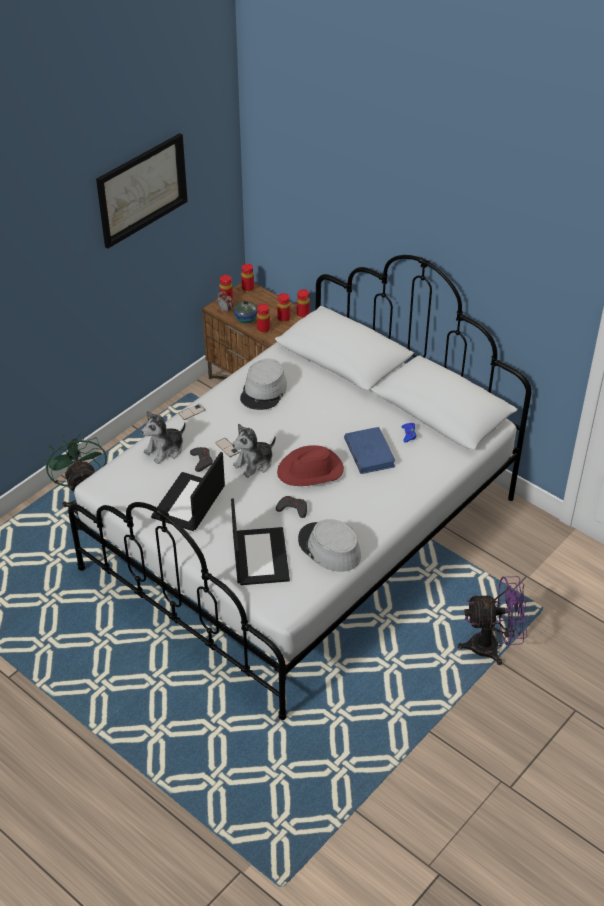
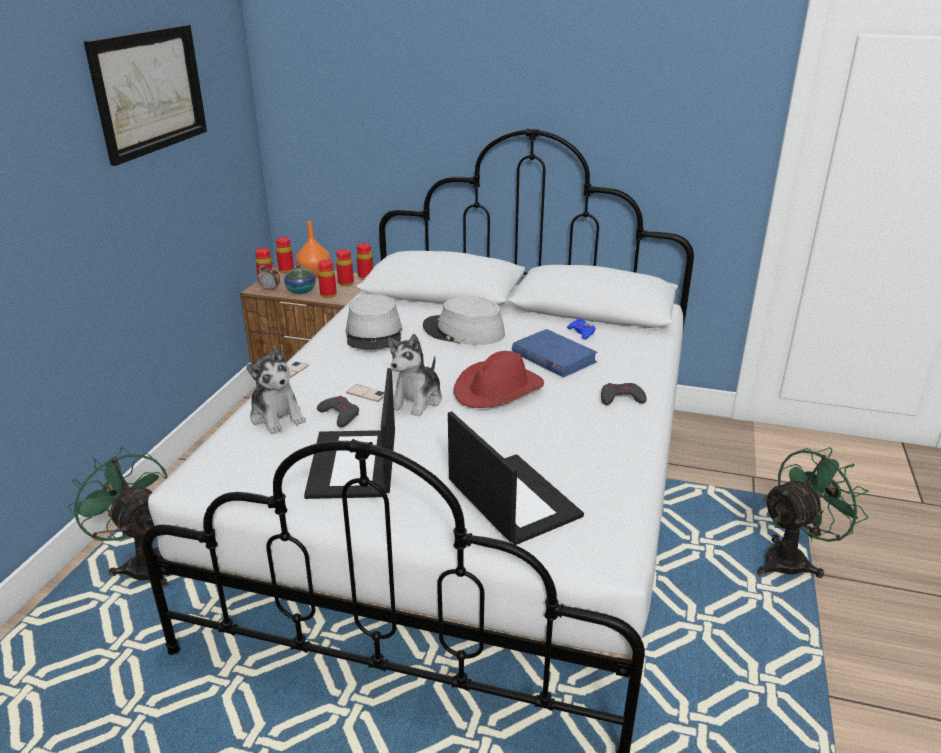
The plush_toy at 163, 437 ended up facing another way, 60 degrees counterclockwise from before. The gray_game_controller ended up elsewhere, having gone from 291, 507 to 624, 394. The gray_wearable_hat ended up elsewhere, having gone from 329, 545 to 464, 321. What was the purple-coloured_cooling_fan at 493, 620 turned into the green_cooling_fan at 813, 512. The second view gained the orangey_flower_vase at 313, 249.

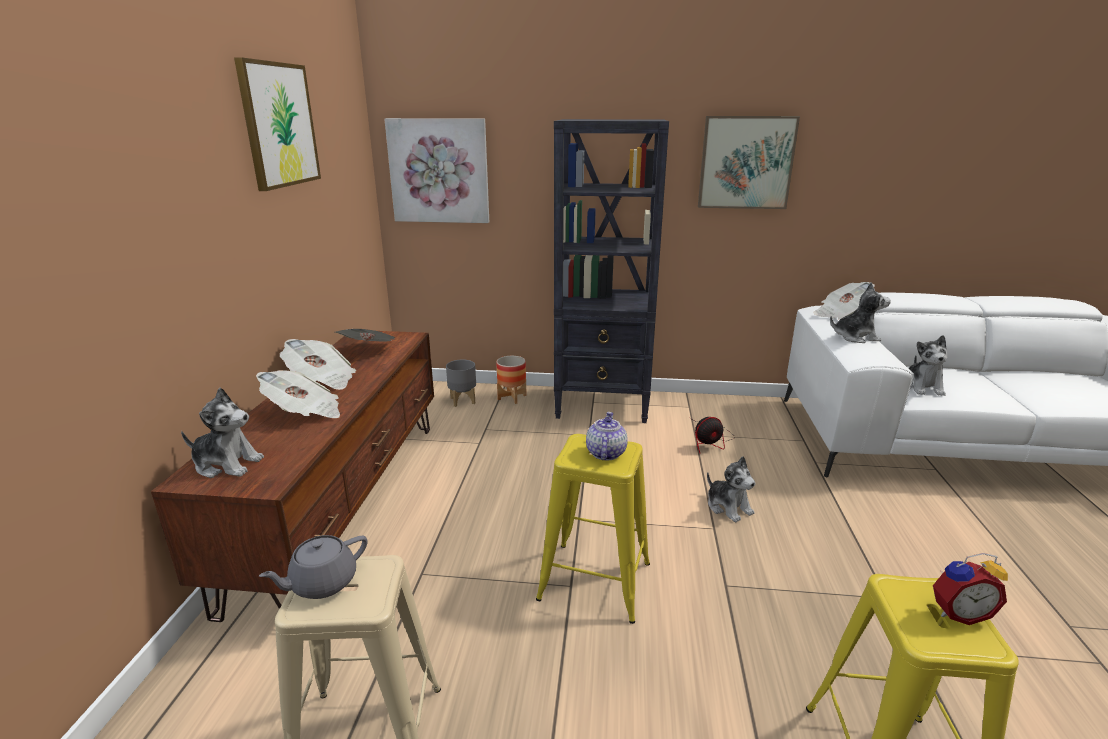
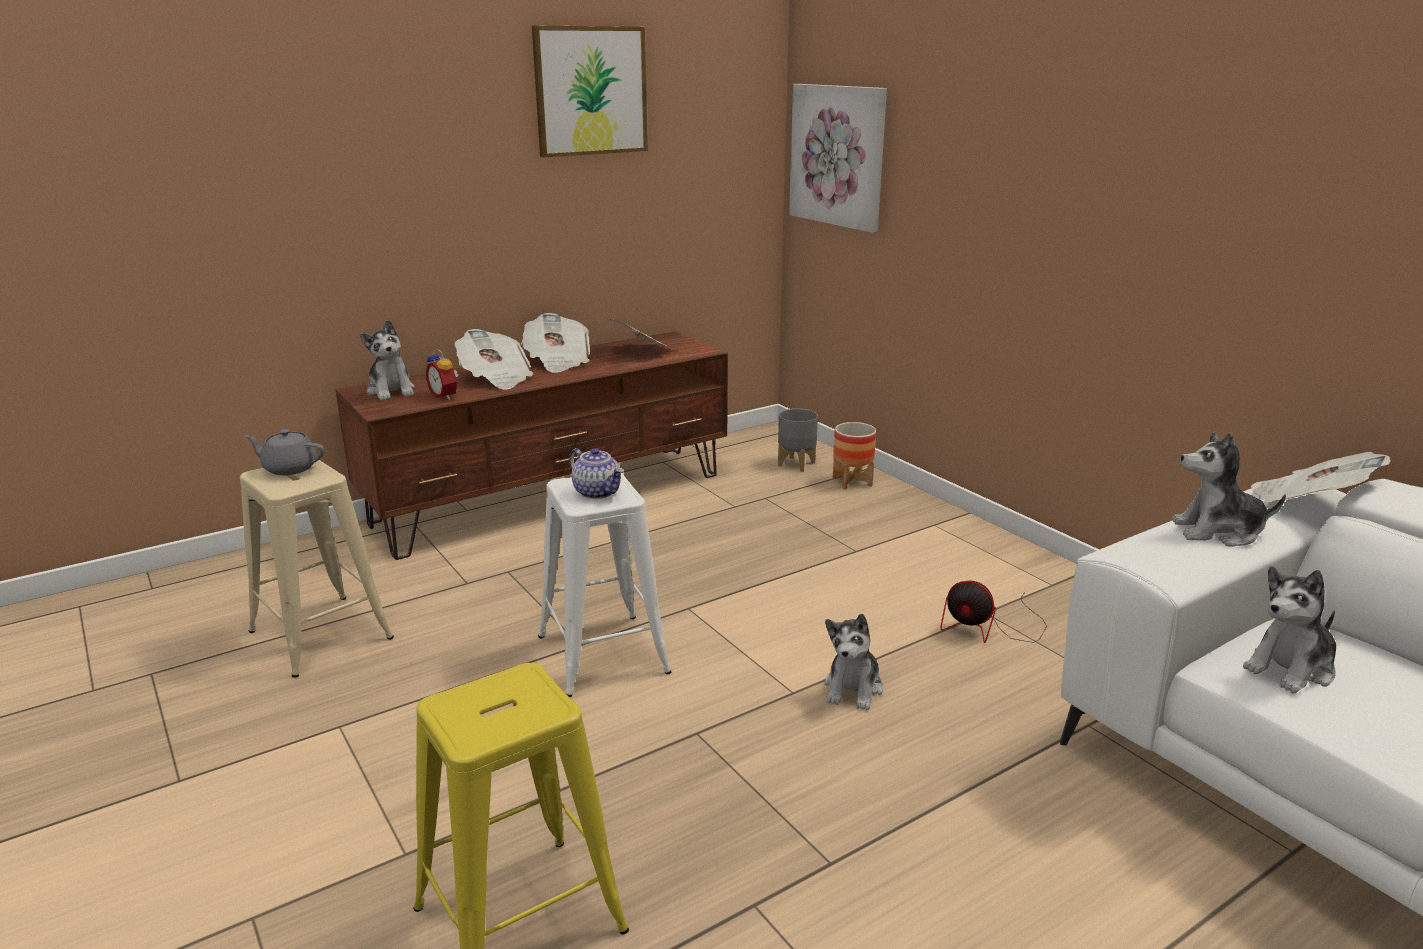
What was the yellow-coloured_stool_seat at 593, 529 turned into the white-coloured_stool_seat at 604, 585. The second view lost the black_bookcase at 611, 271. The pot_for_tea at 607, 436 ended up facing another way, 75 degrees clockwise from before. The second view lost the wall_art at 749, 162. The plush_toy at 860, 312 ended up facing another way, 135 degrees clockwise from before. The bedside_clock ended up elsewhere, having gone from 970, 589 to 442, 374.

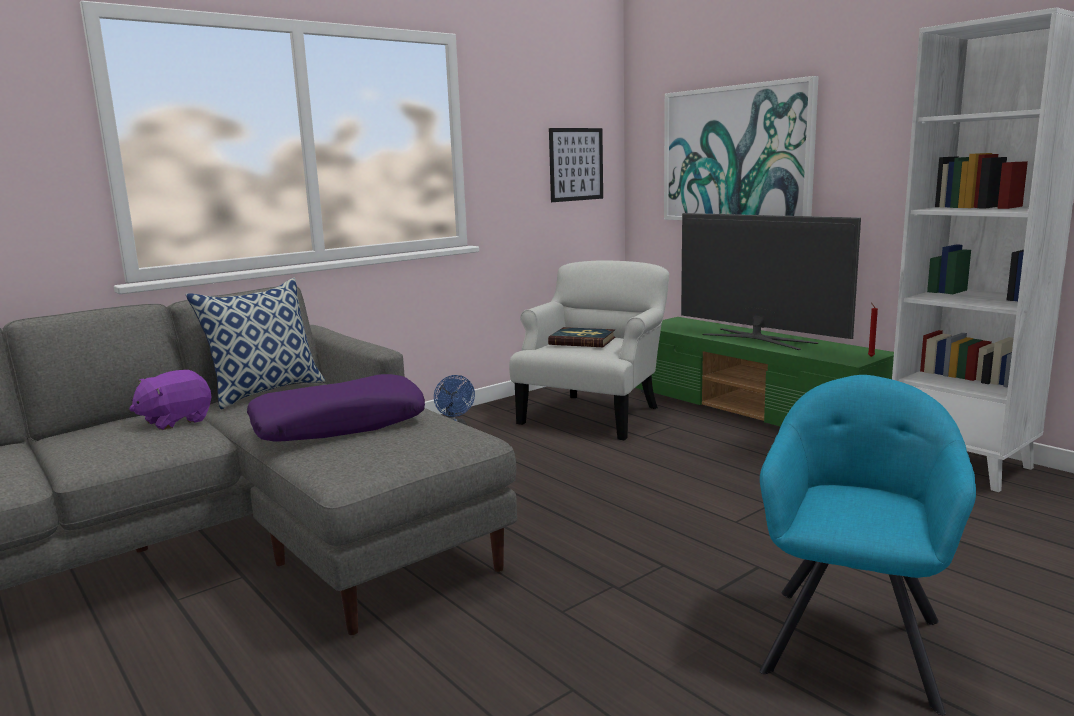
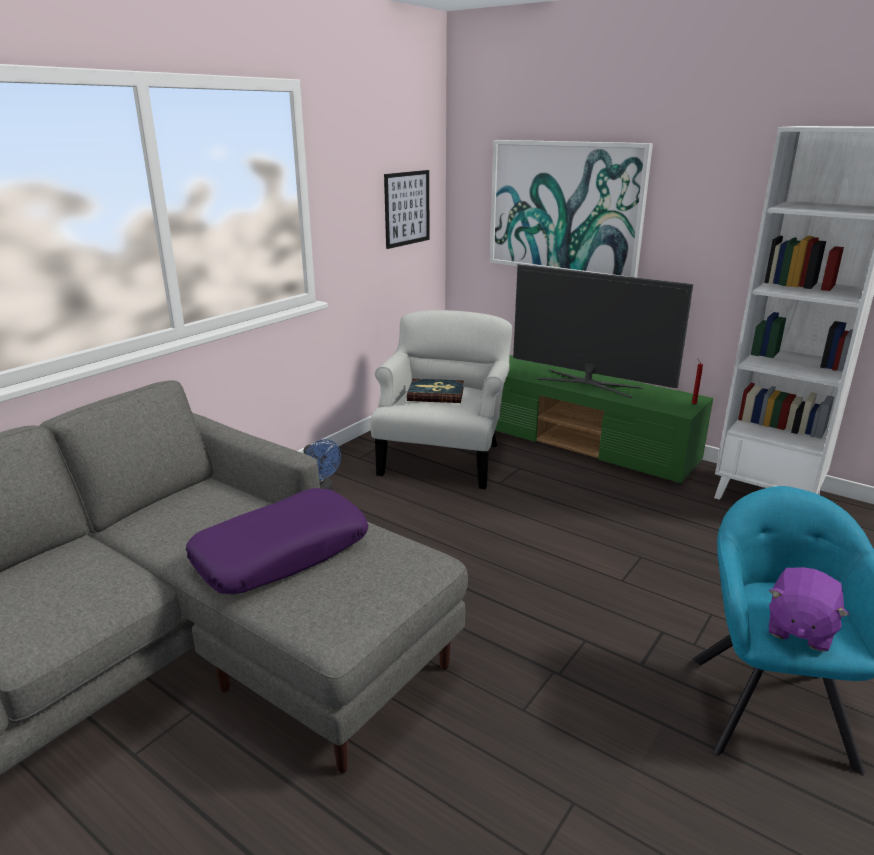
The purple-coloured_plush_toy ended up elsewhere, having gone from 170, 400 to 809, 609. The second view lost the pillow at 256, 343.

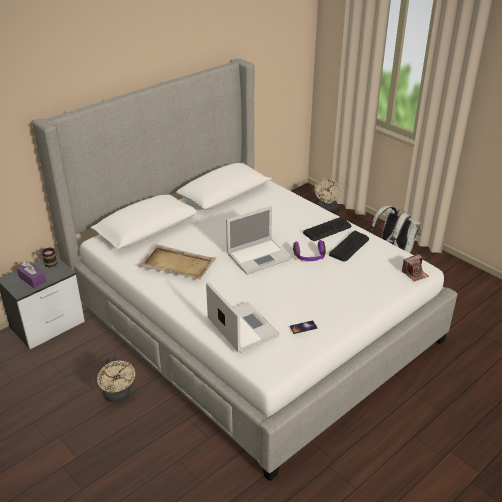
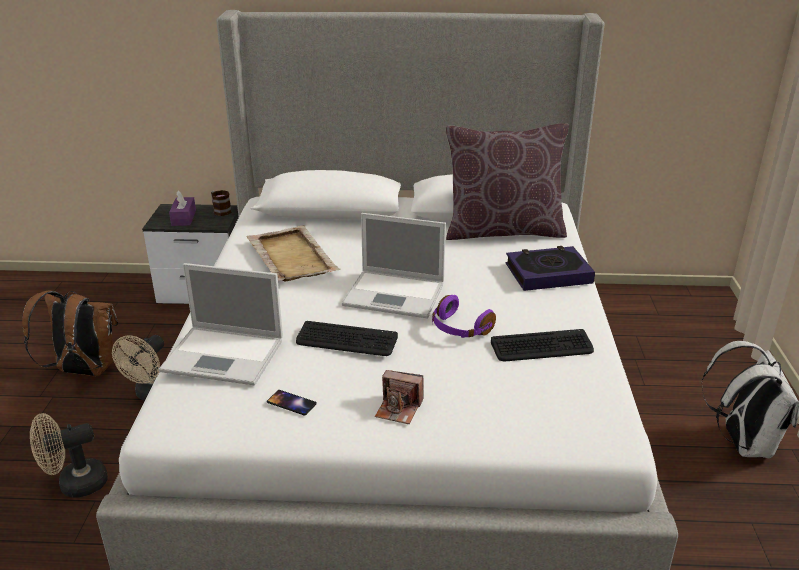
The notebook_computer at 242, 317 ended up facing another way, 90 degrees clockwise from before. The computer_keyboard ended up elsewhere, having gone from 327, 229 to 347, 338. The beige-coloured_cooling_fan ended up elsewhere, having gone from 327, 195 to 69, 455. The still_camera ended up elsewhere, having gone from 415, 267 to 399, 397. The second view gained the brown_backpack at 70, 333. The second view gained the brown_pillow at 507, 181. The second view gained the book at 550, 268.

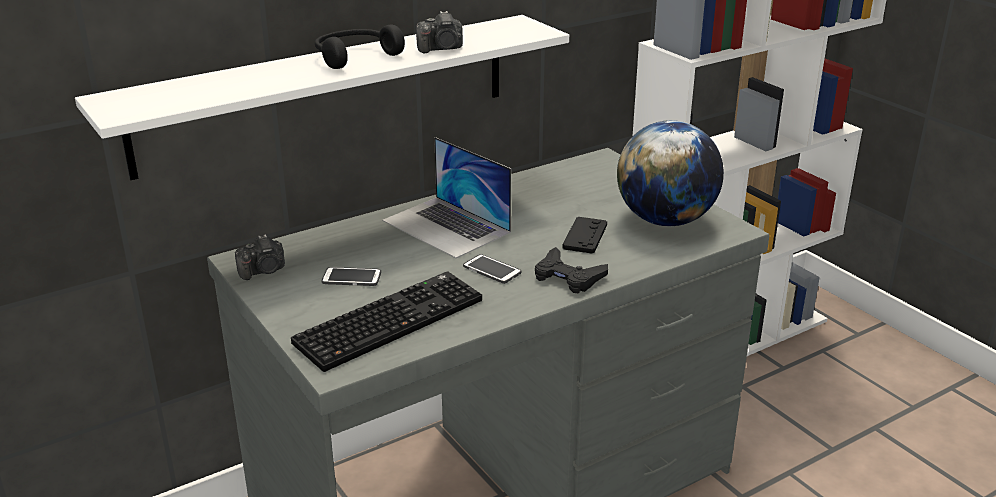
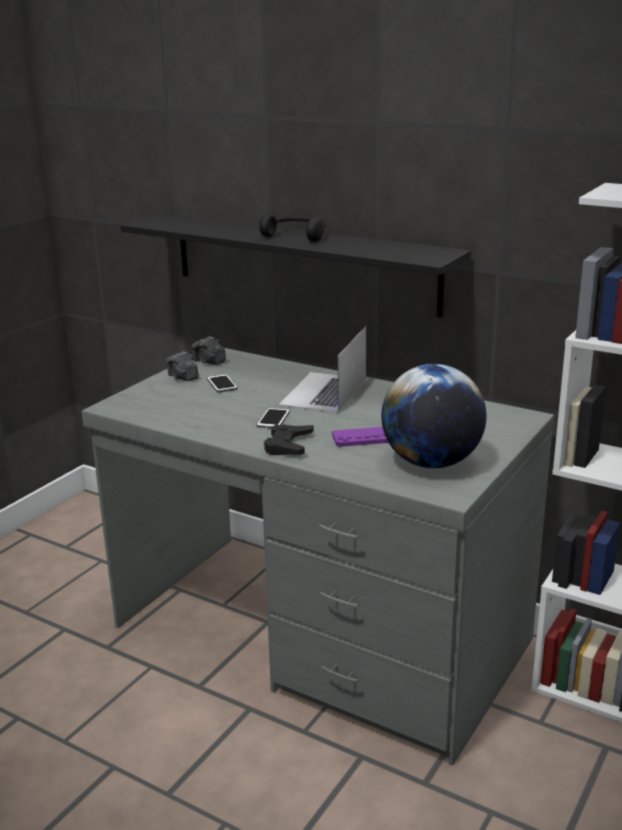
What was the white-coloured_bracket_shelf at 322, 97 turned into the black_bracket_shelf at 296, 265. The second view lost the computer_keyboard at 386, 321. The still_camera ended up elsewhere, having gone from 439, 32 to 182, 366. What was the black_game_controller at 584, 235 turned into the purple-coloured_game_controller at 360, 437.

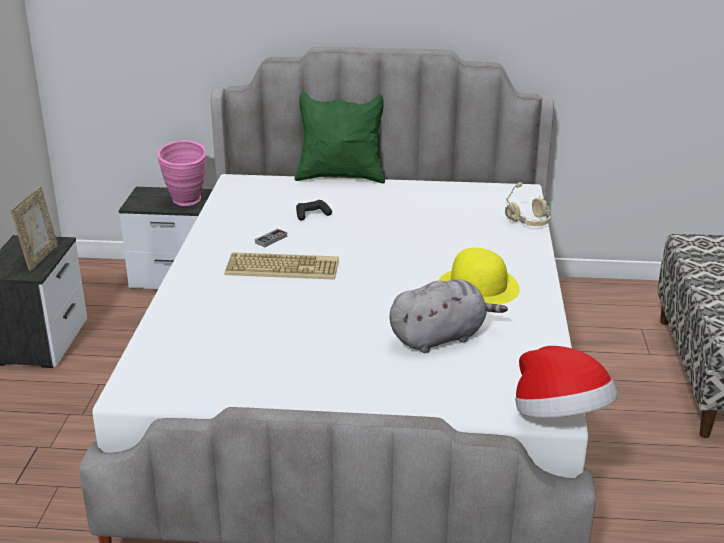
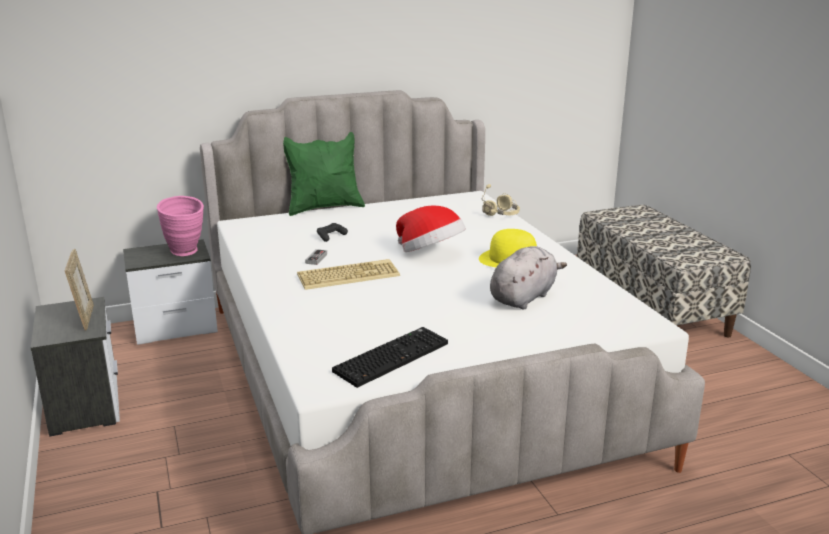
The wearable_hat ended up elsewhere, having gone from 566, 382 to 431, 228. The second view gained the computer_keyboard at 390, 357.

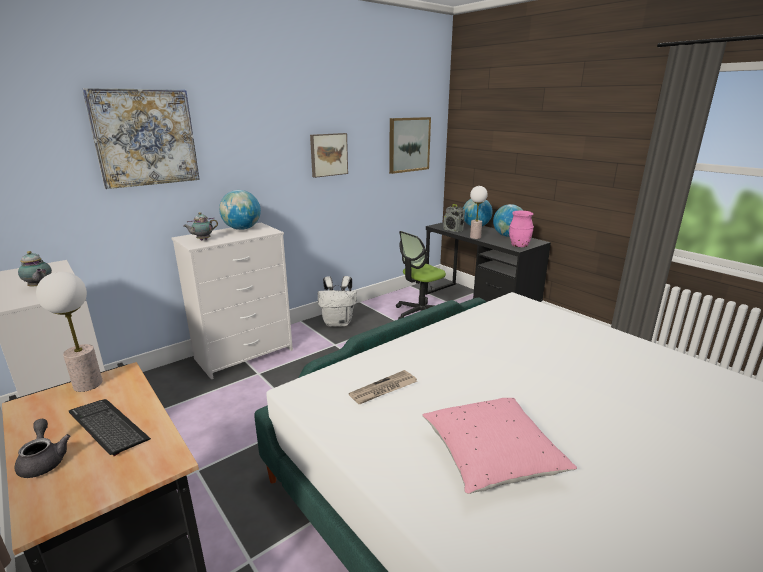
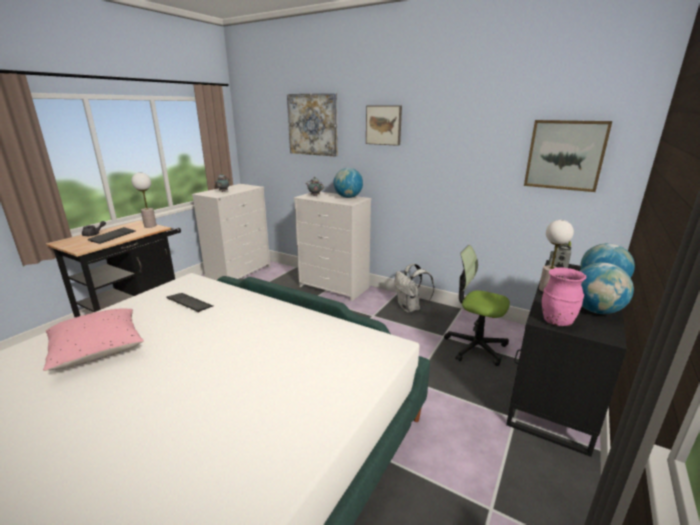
The wall_art ended up elsewhere, having gone from 329, 155 to 384, 125. Where the newspaper stood at 383, 387, the computer_keyboard came to stand at 189, 302.

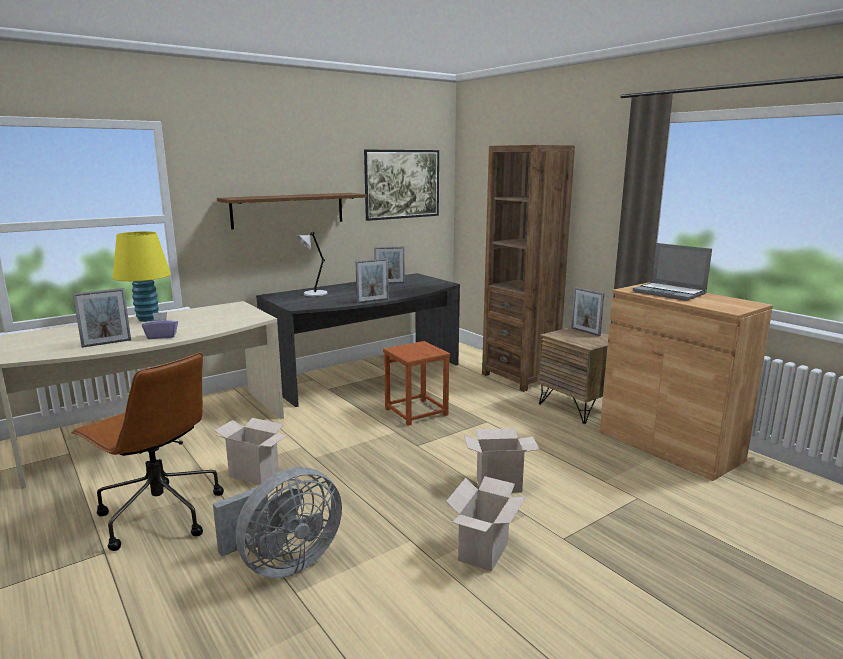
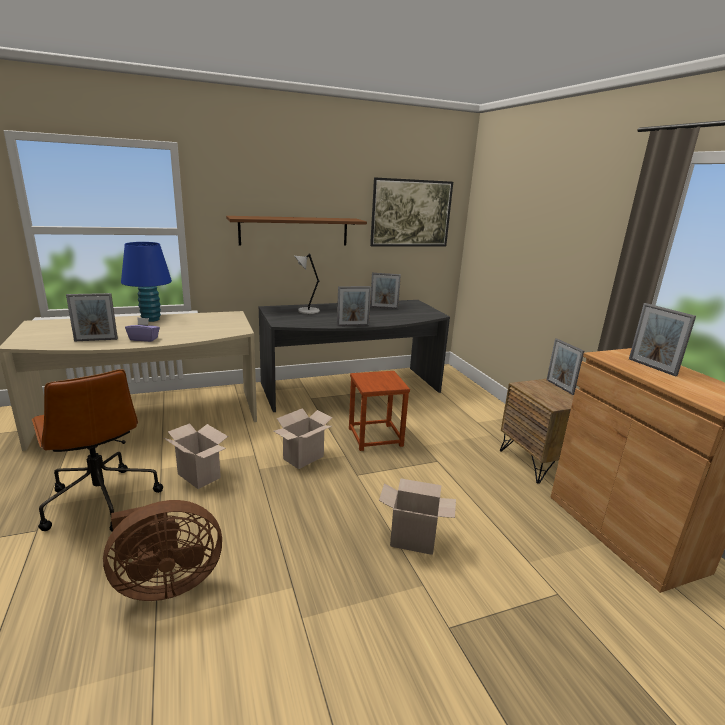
What was the yellow-coloured_table_lamp at 142, 276 turned into the blue-coloured_table_lamp at 146, 282. What was the gray_cooling_fan at 277, 522 turned into the brown_cooling_fan at 162, 550. The carton ended up elsewhere, having gone from 486, 524 to 302, 438. The second view lost the brown_bookcase at 528, 268. Where the notebook_computer stood at 672, 272, the picture_frame came to stand at 662, 340.

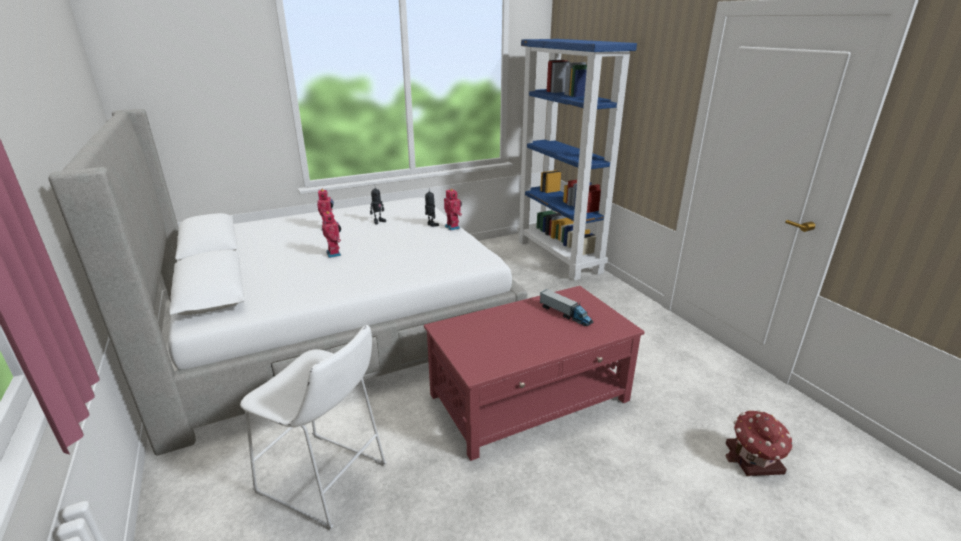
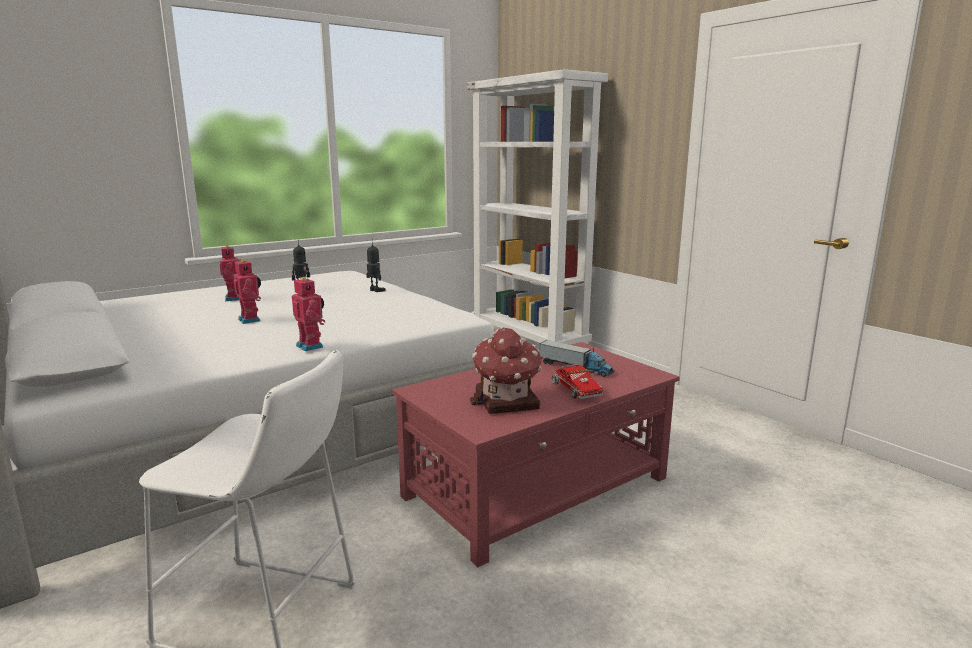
The model_robot ended up elsewhere, having gone from 453, 210 to 308, 314. What was the blue-coloured_bookcase at 577, 160 turned into the white-coloured_bookcase at 537, 207. The miniature_house ended up elsewhere, having gone from 759, 443 to 506, 371. The second view gained the toy_truck at 577, 381.

